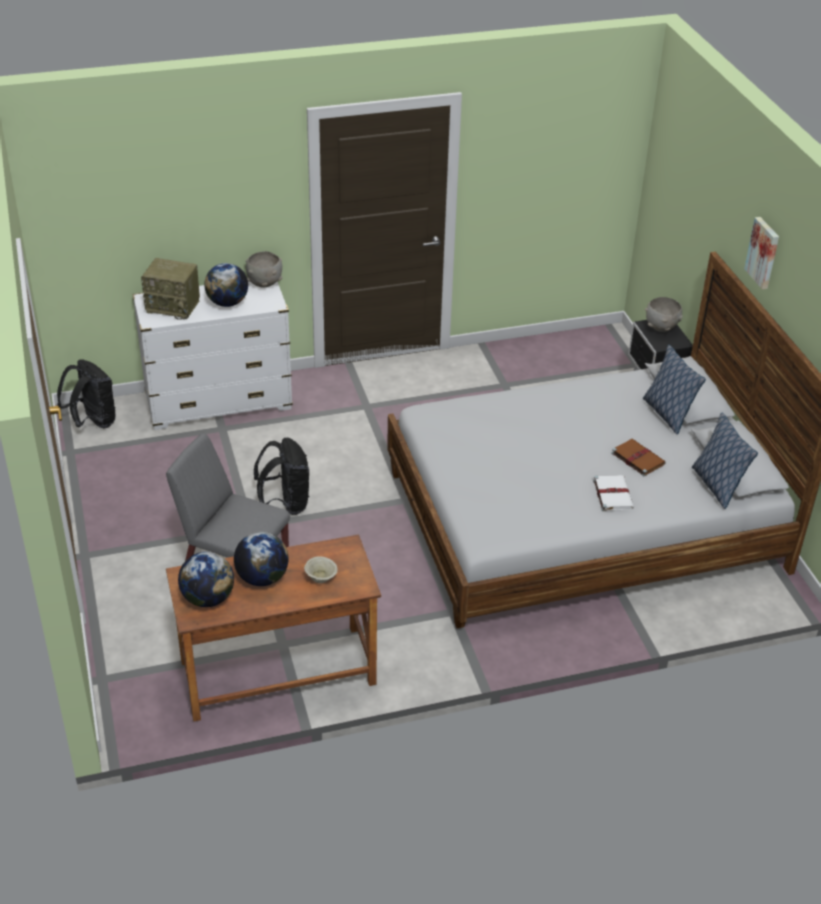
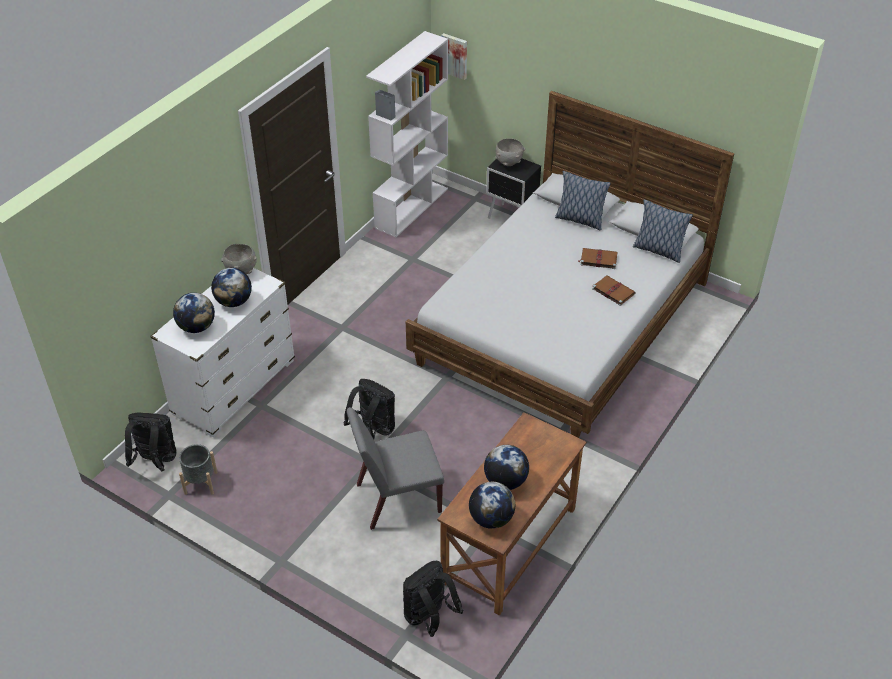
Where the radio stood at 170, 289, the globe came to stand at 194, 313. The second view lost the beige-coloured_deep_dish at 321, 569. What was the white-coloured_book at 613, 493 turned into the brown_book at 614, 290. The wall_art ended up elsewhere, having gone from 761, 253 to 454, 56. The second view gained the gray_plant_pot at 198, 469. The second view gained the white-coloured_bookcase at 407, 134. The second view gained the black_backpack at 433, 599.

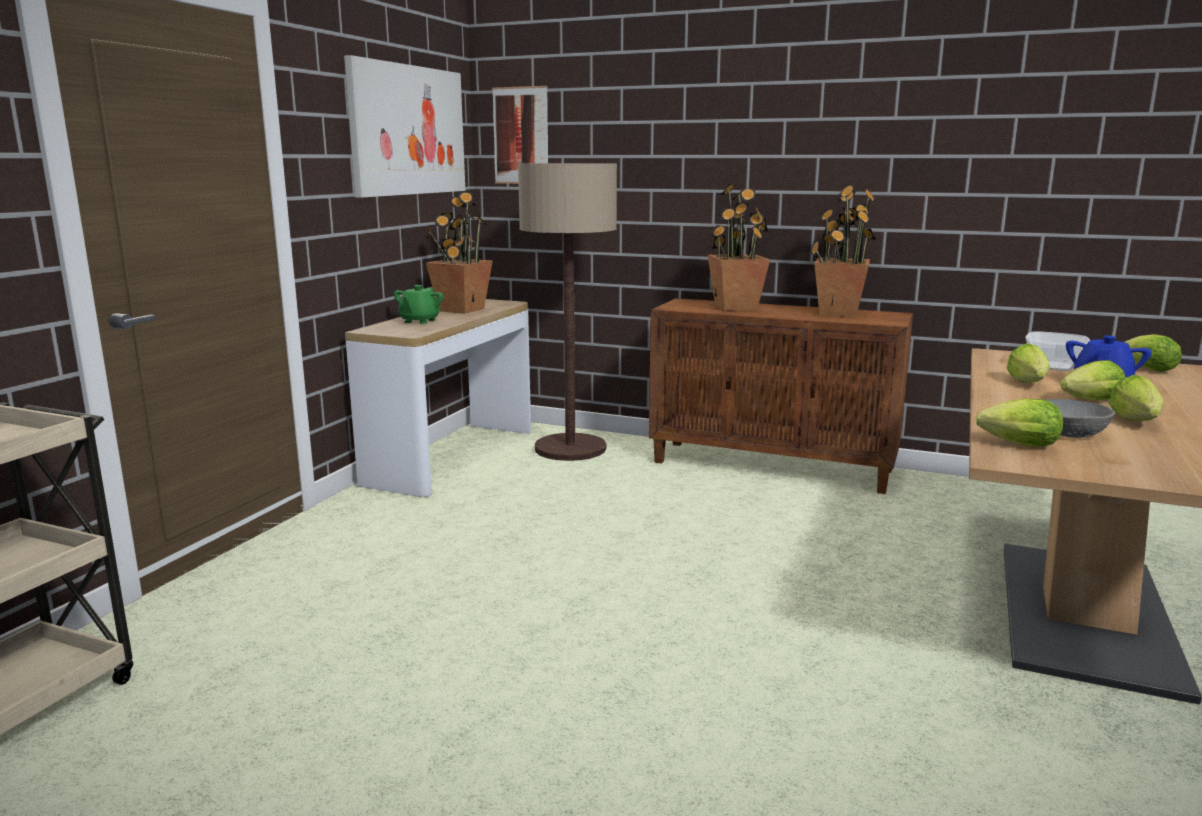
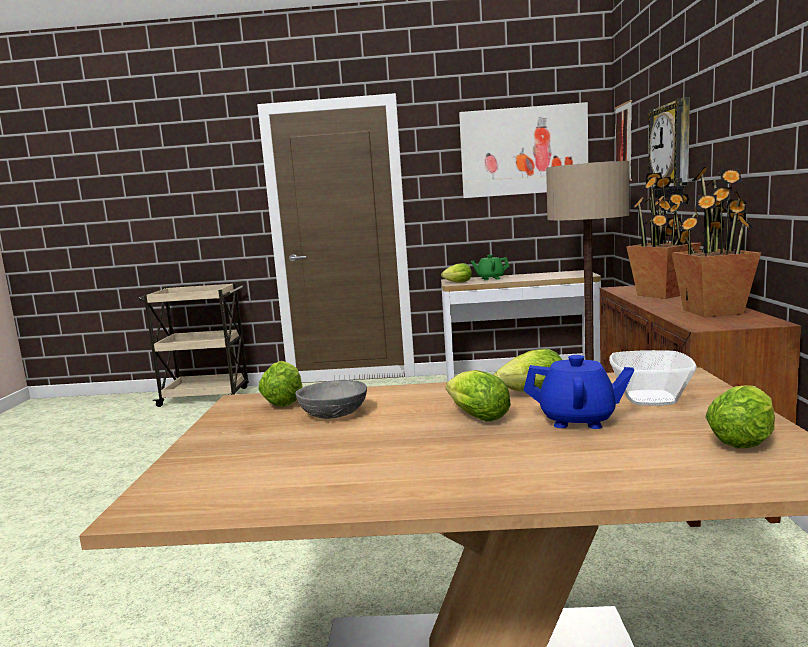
The second view lost the houseplant at 459, 253. The lettuce_head ended up elsewhere, having gone from 1136, 398 to 456, 272. The second view gained the wall_clock at 669, 147.

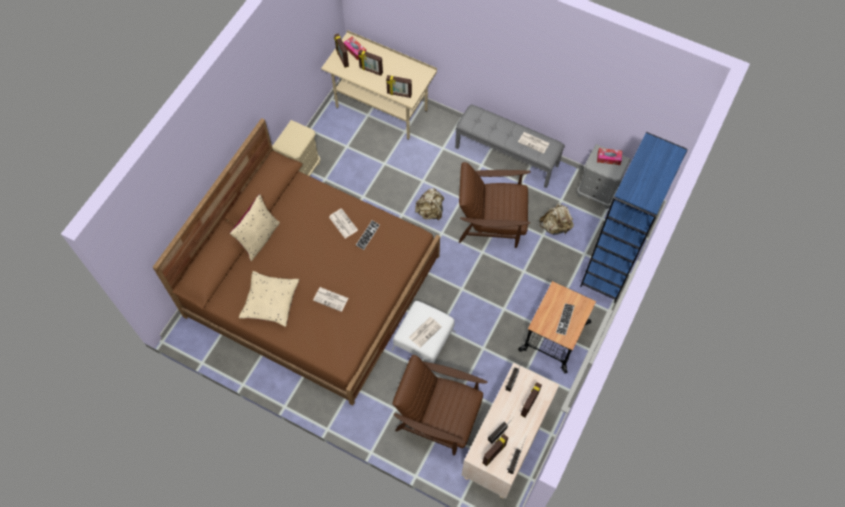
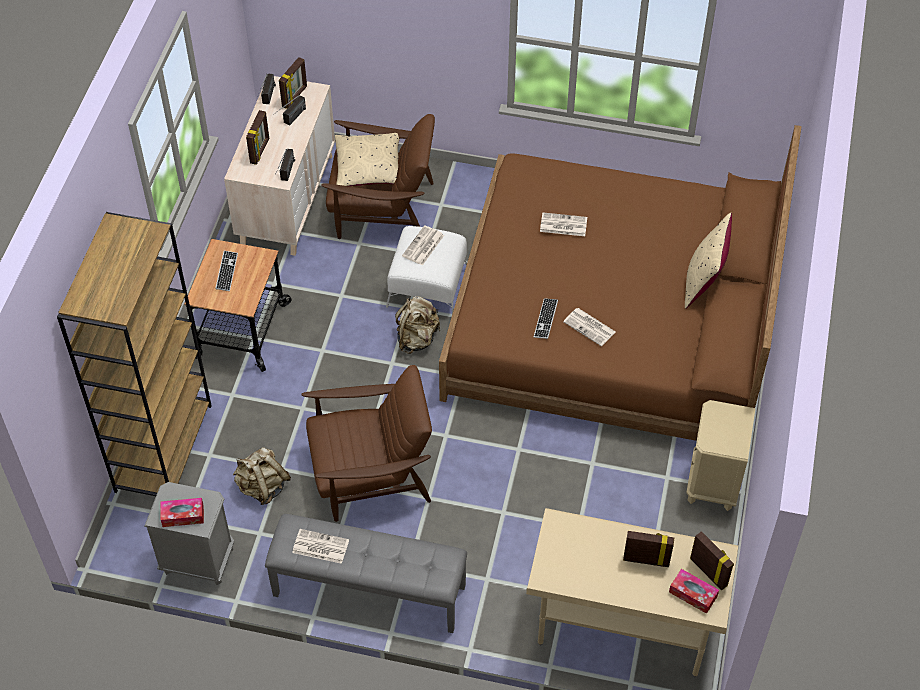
The beige-coloured_pillow ended up elsewhere, having gone from 269, 299 to 367, 159. The second view lost the picture_frame at 399, 86. The beige-coloured_backpack ended up elsewhere, having gone from 429, 204 to 417, 325. What was the blue-coloured_bookcase at 634, 217 turned into the brown_bookcase at 134, 354.

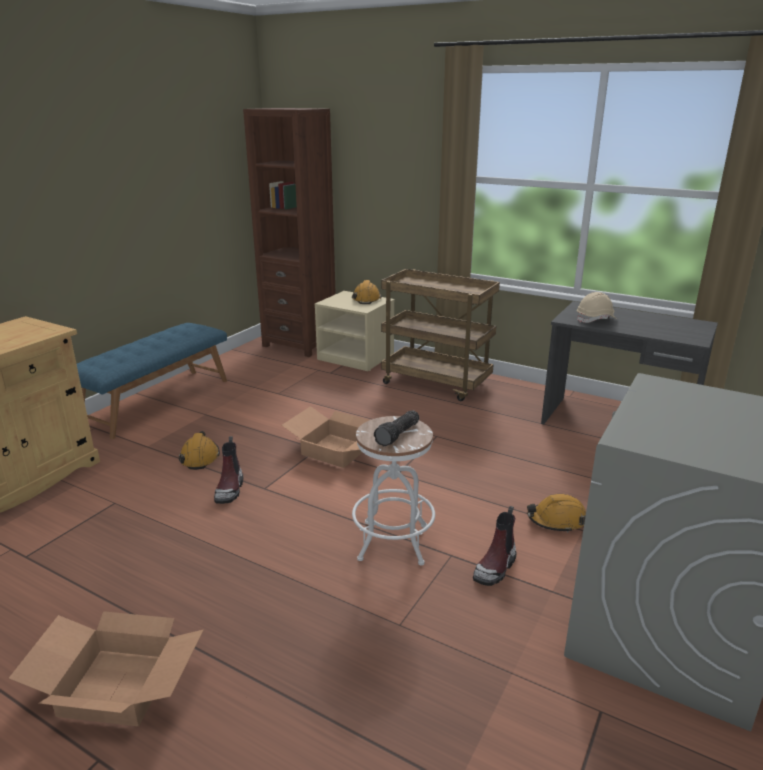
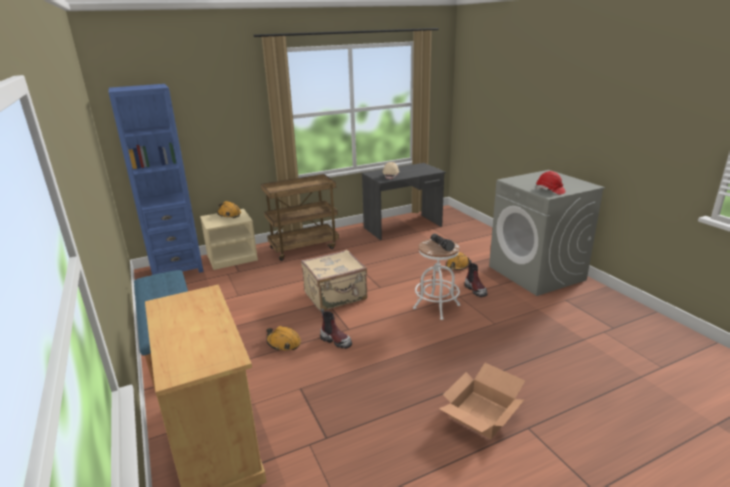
What was the brown_bookcase at 289, 232 turned into the blue-coloured_bookcase at 156, 179. Where the carton stood at 325, 437, the beige-coloured_suitcase came to stand at 334, 280. The second view gained the red_hard_hat at 551, 182.

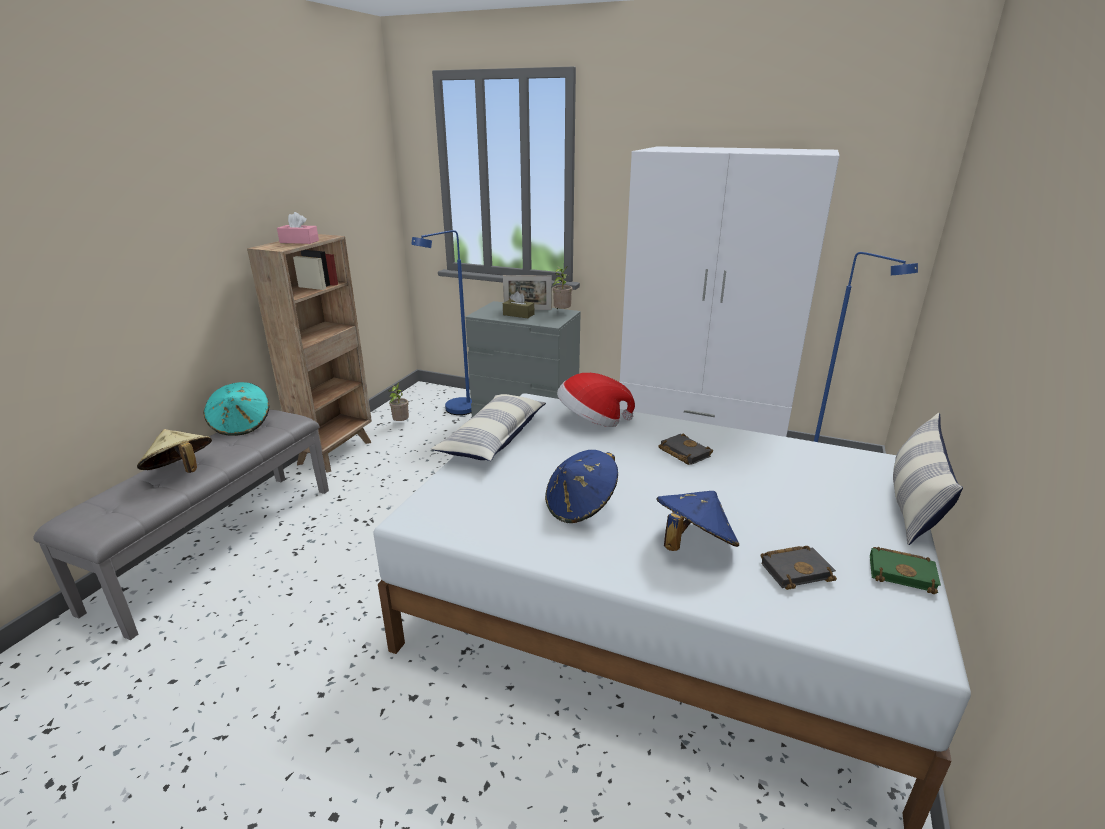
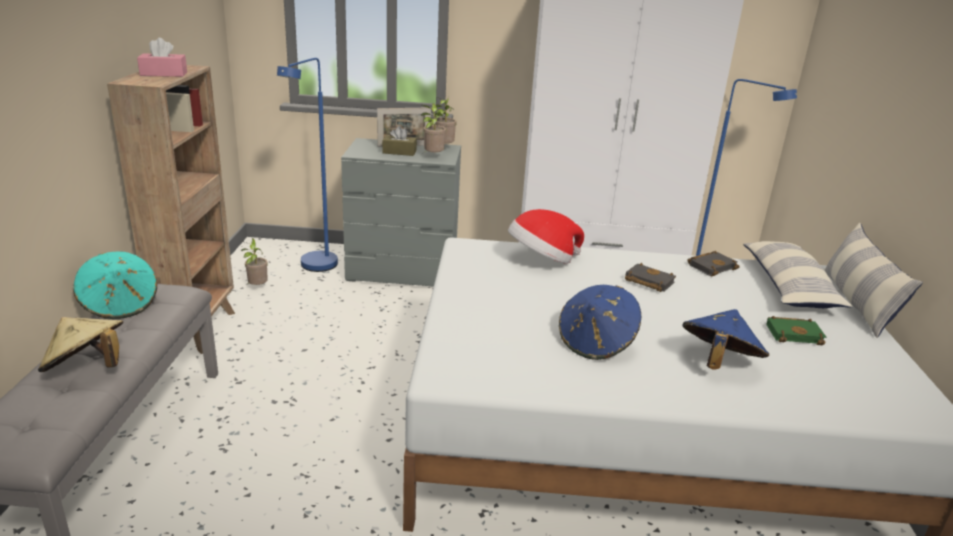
The pillow ended up elsewhere, having gone from 488, 427 to 797, 274. The black_book ended up elsewhere, having gone from 799, 568 to 713, 263. The green_book ended up elsewhere, having gone from 905, 570 to 796, 330. The second view gained the houseplant at 433, 128.

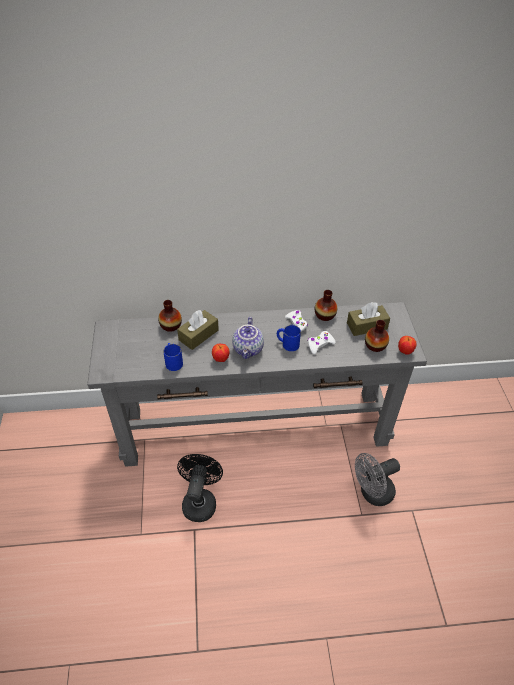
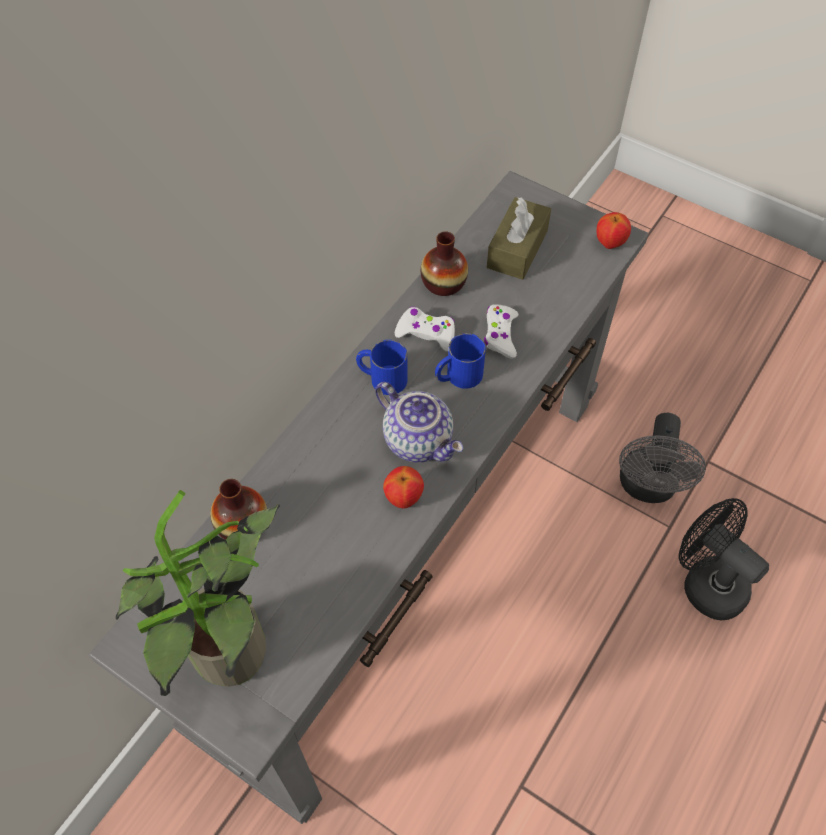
The blue-coloured_coffee_mug ended up elsewhere, having gone from 173, 357 to 382, 367. The second view lost the brown_box_of_tissues at 198, 330. The black_cooling_fan ended up elsewhere, having gone from 200, 488 to 724, 559. The second view lost the flower_vase at 377, 336. The second view gained the houseplant at 198, 593.

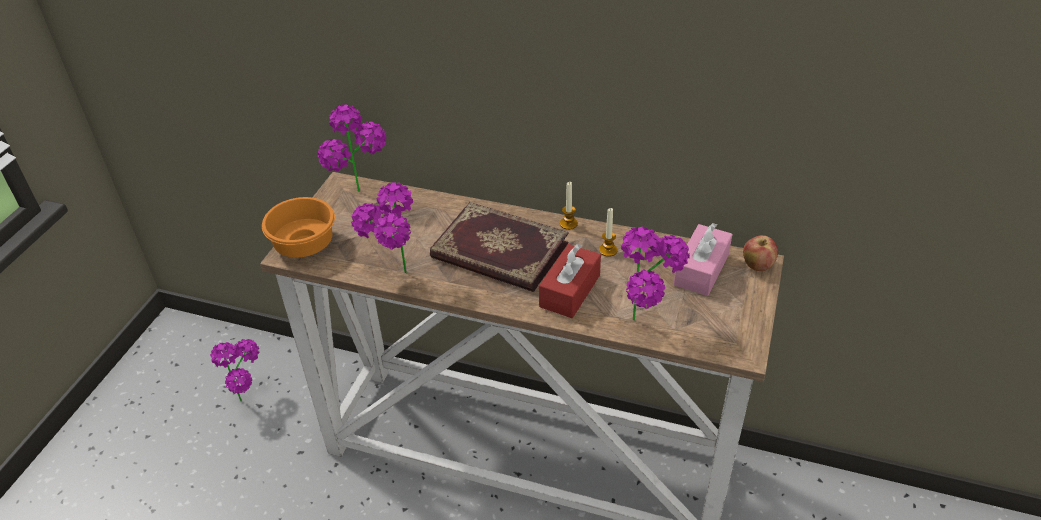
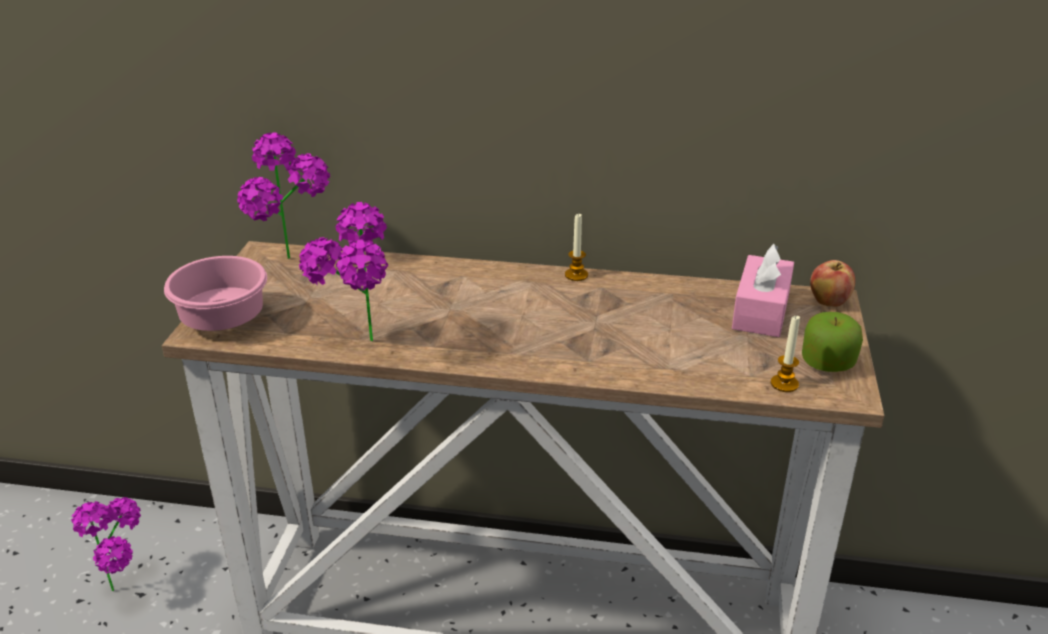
What was the orangey_deep_dish at 298, 227 turned into the pinkish_deep_dish at 215, 293. The second view lost the book at 499, 247. The second view lost the red_box_of_tissues at 570, 281. The wax_candle ended up elsewhere, having gone from 608, 232 to 785, 354. The second view lost the houseplant at 655, 273. The second view gained the apple at 832, 342.

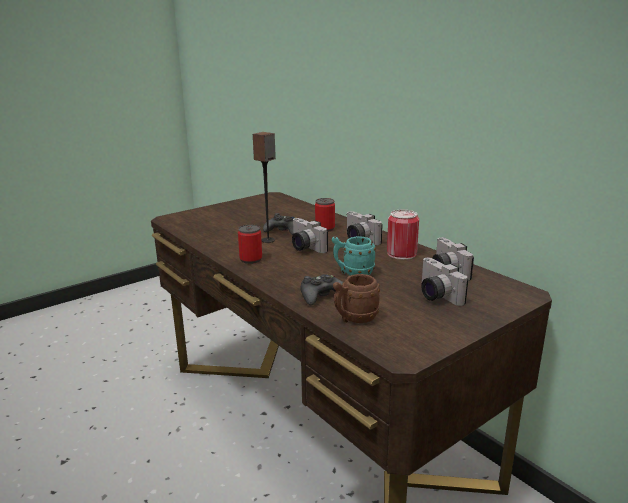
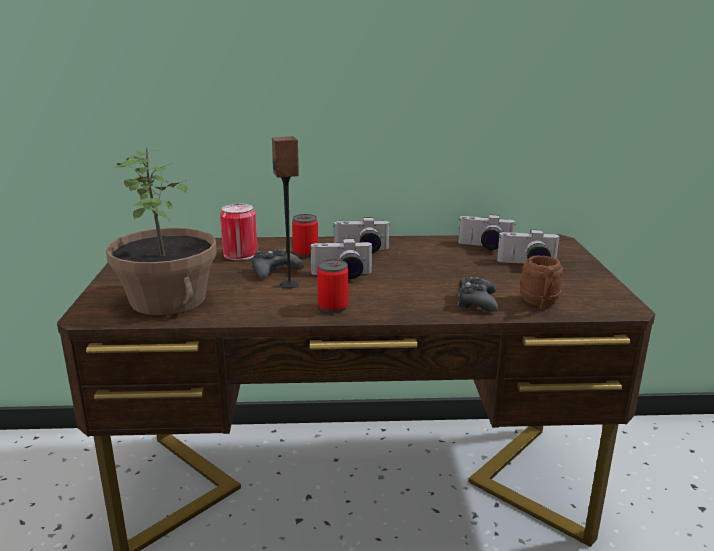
The second view lost the blue-green_coffee_mug at 354, 256. The metal_can ended up elsewhere, having gone from 403, 234 to 239, 232. The second view gained the houseplant at 161, 231.

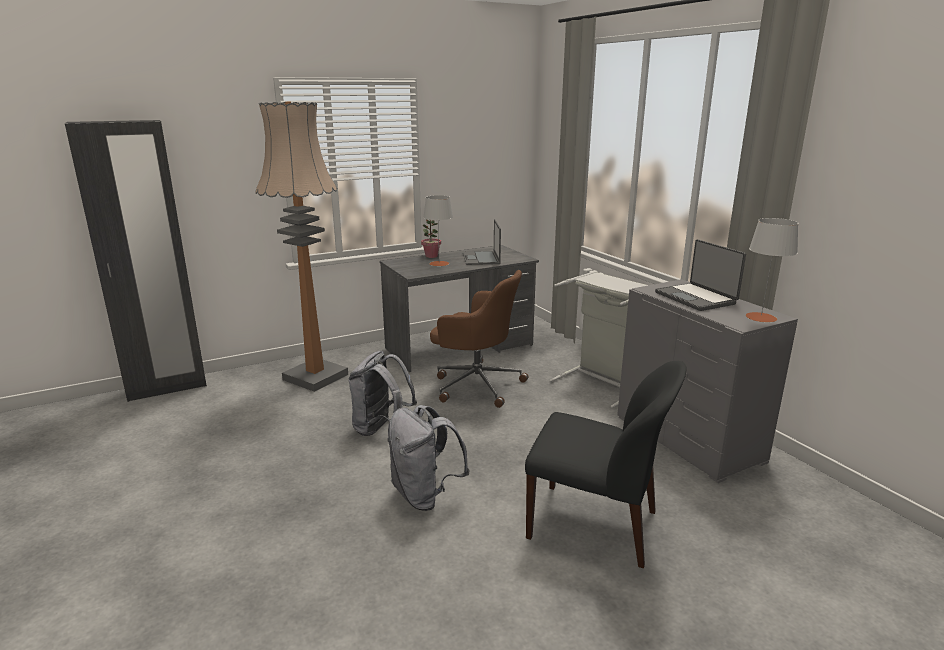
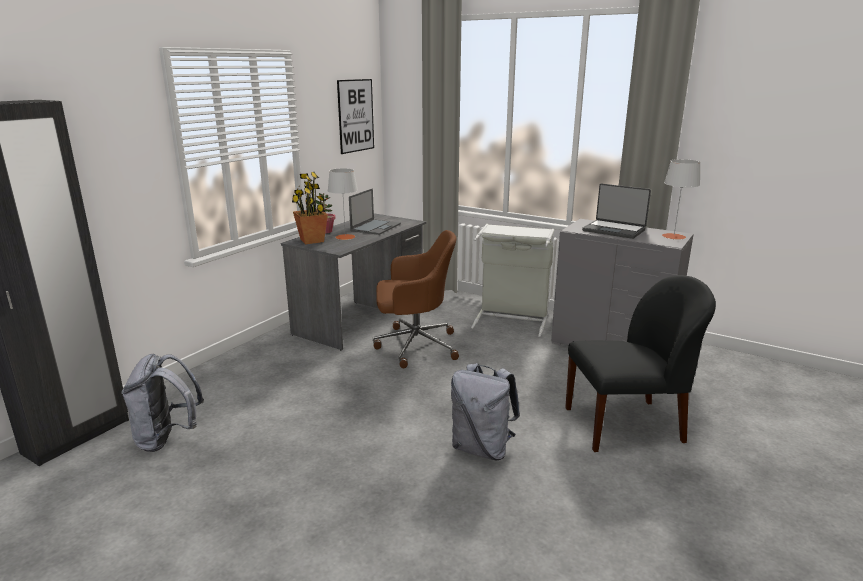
The second view lost the standard_lamp at 301, 247. The gray_backpack ended up elsewhere, having gone from 383, 393 to 162, 403. The notebook_computer at 482, 242 ended up facing another way, 120 degrees counterclockwise from before. The second view gained the houseplant at 310, 208. The second view gained the wall_art at 355, 116.

